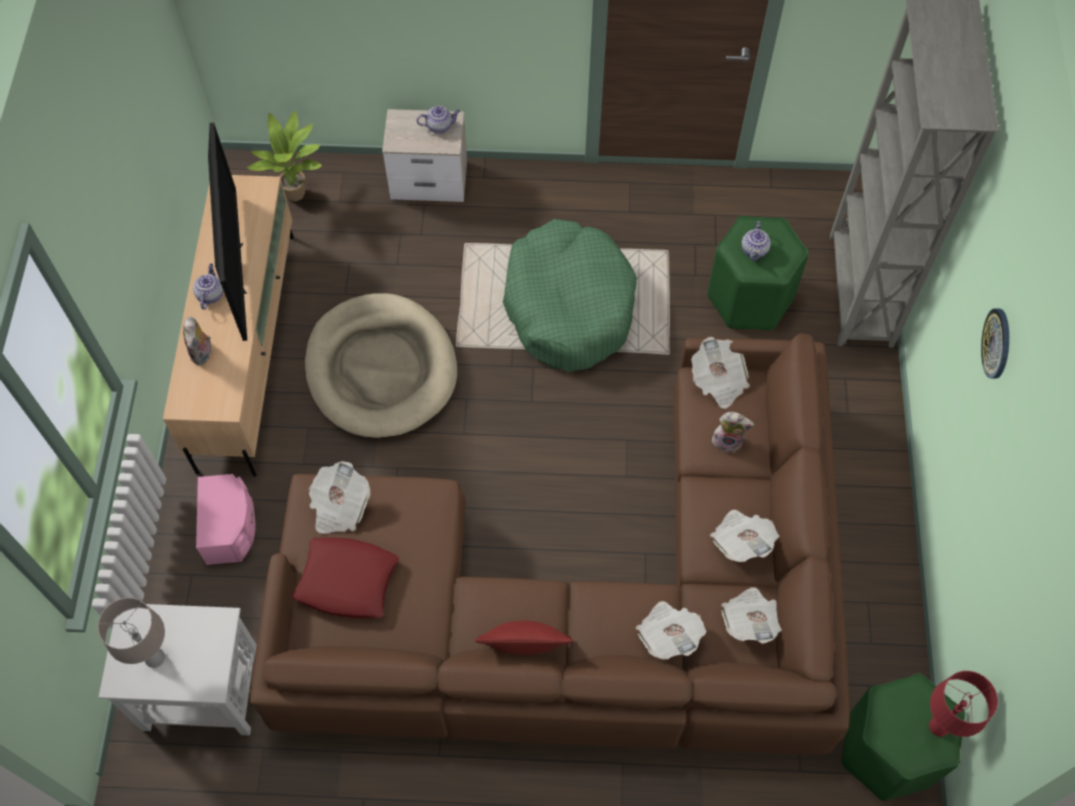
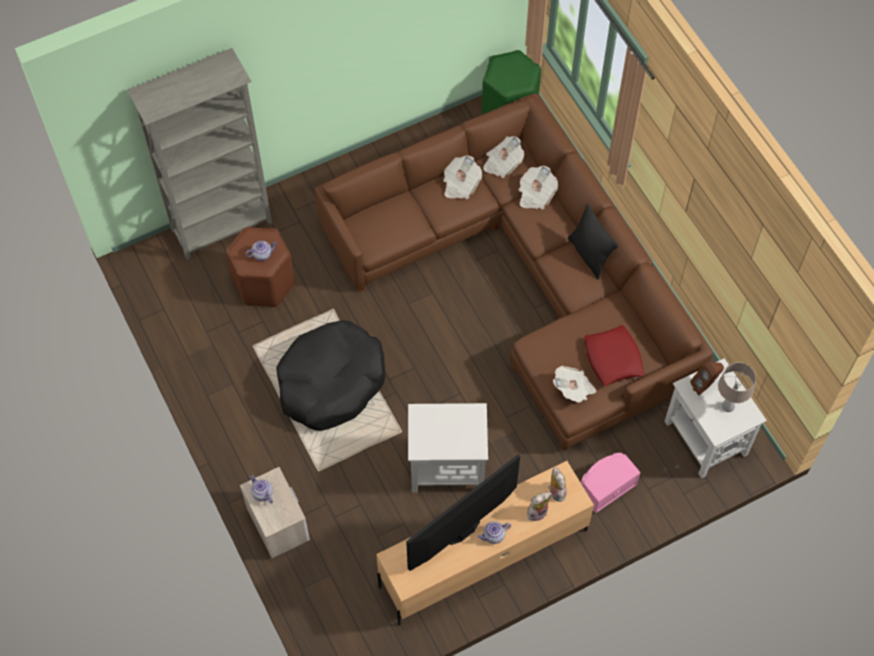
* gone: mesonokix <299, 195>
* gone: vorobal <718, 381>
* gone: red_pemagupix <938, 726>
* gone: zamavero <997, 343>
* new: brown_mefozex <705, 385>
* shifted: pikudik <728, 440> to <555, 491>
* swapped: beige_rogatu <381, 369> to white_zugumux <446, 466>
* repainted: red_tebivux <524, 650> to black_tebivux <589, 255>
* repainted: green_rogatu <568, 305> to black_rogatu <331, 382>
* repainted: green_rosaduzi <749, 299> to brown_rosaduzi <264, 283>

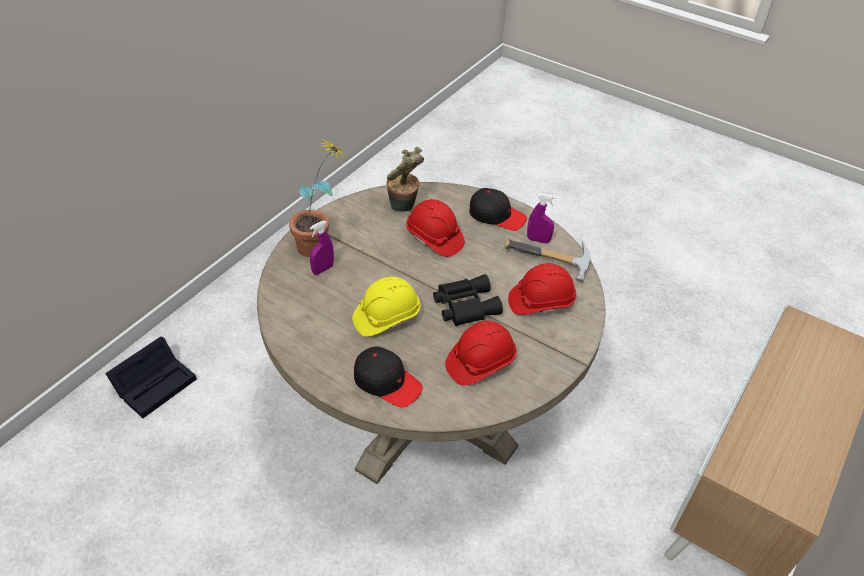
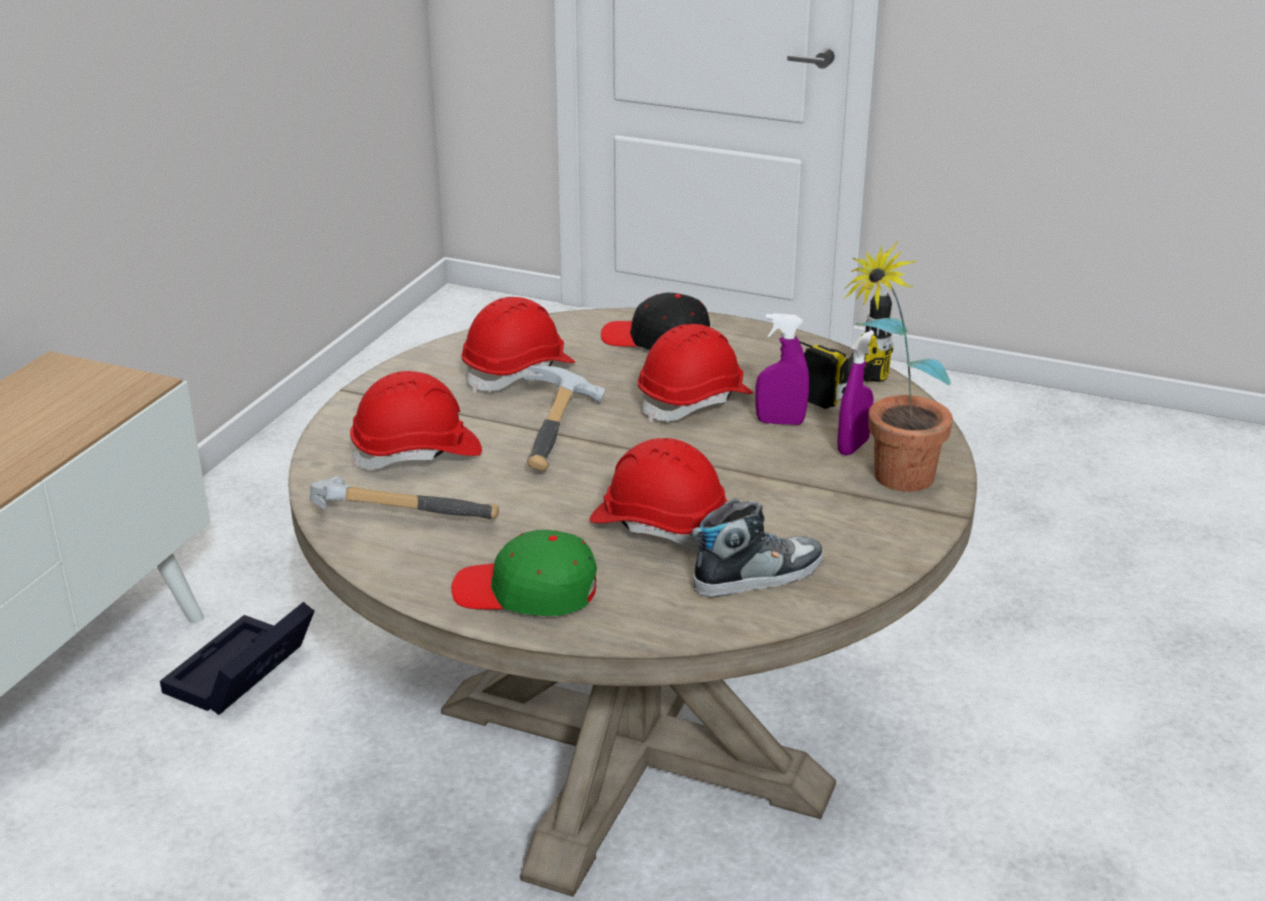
* new: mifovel <817, 379>
* shifted: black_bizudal <156, 383> to <240, 675>
* shifted: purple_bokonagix <538, 240> to <780, 422>
* swapped: mesonokix <403, 208> to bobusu <757, 575>
* swapped: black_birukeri <464, 305> to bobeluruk <562, 432>
* repainted: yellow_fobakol <386, 317> to red_fobakol <695, 401>
* repainted: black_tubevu <496, 215> to green_tubevu <526, 592>

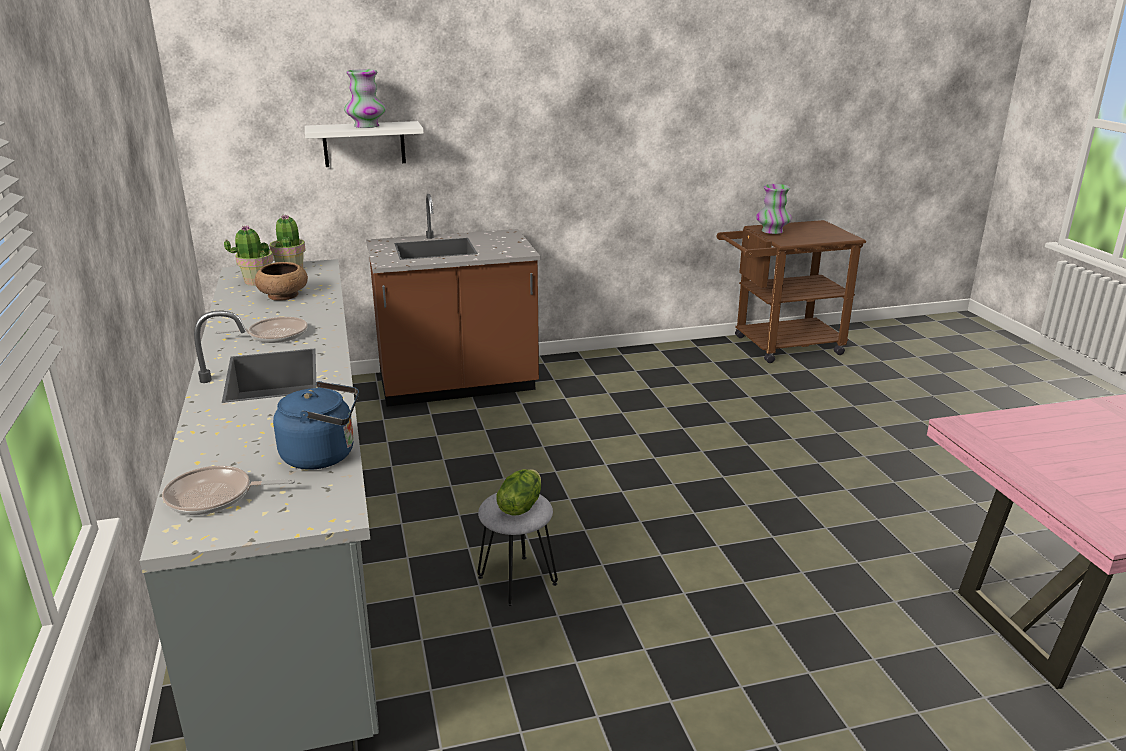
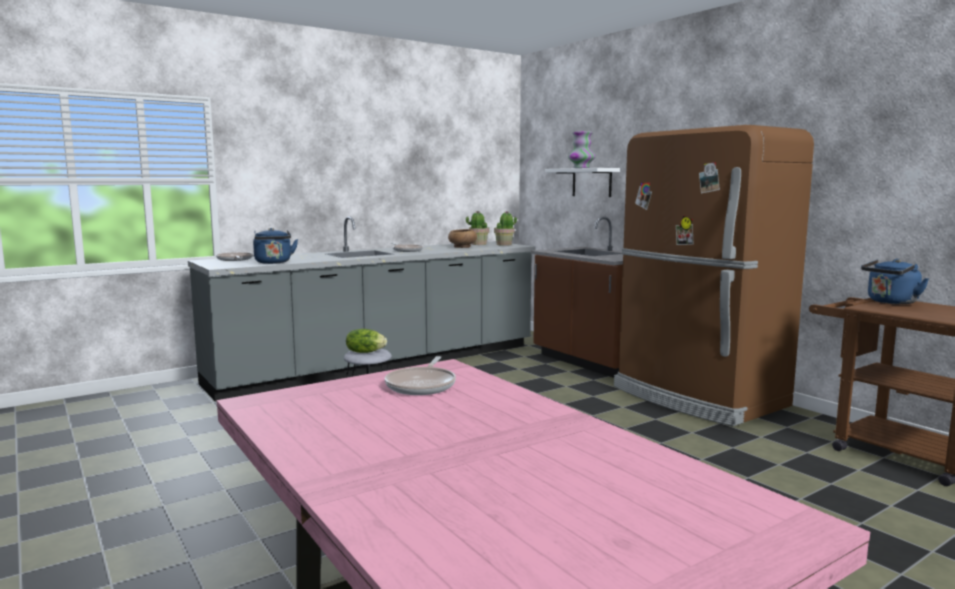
* new: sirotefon <422, 385>
* new: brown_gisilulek <698, 397>
* swapped: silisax <772, 231> to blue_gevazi <890, 302>

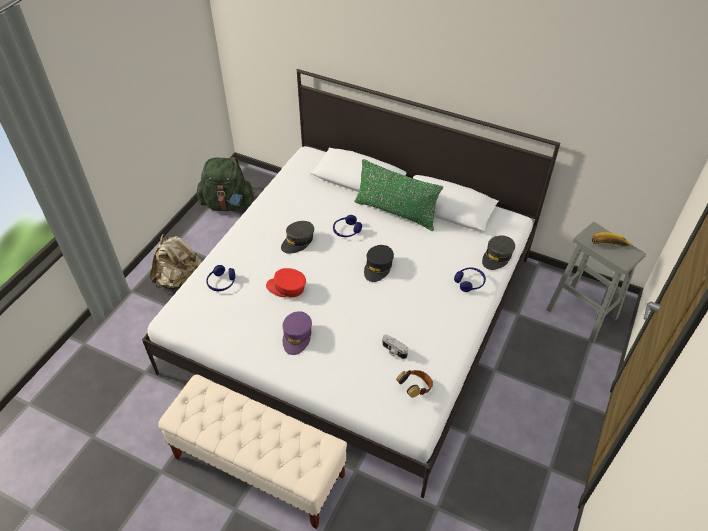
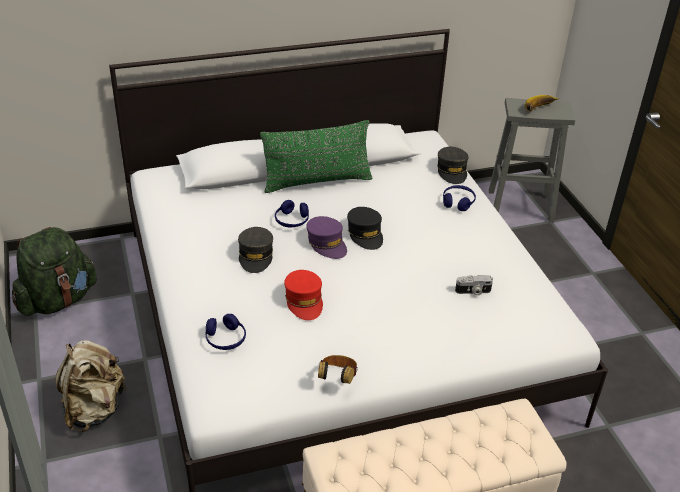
* shifted: purple_tubevu <297, 336> to <327, 243>
* shifted: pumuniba <415, 388> to <337, 379>
* rotated: red_tubevu <286, 287> = <304, 301> 75 degrees counterclockwise

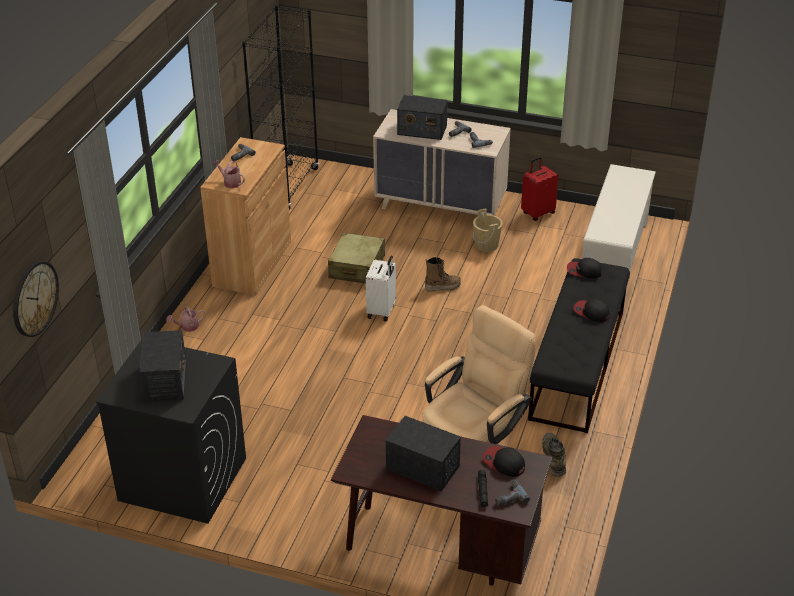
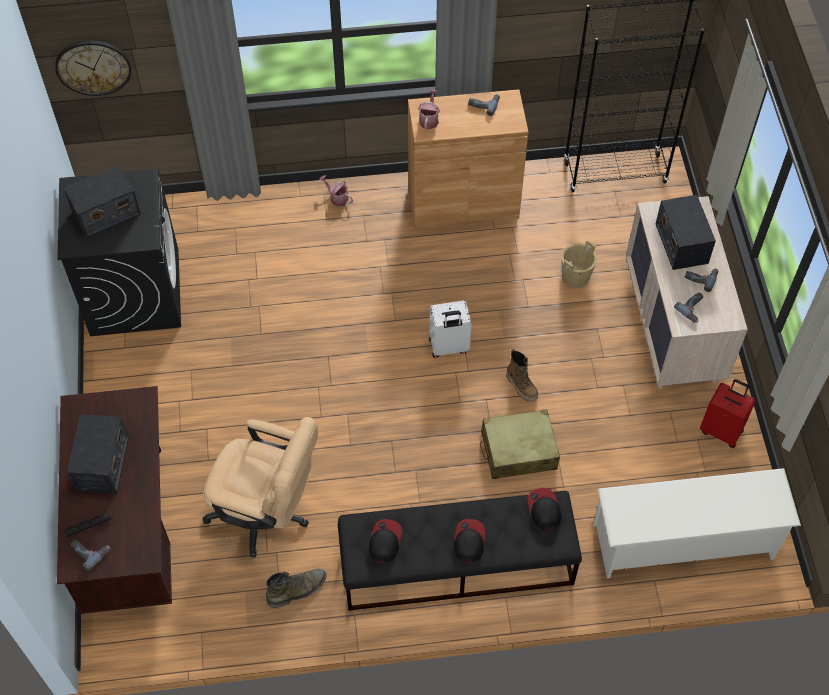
* shifted: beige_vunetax <356, 267> to <518, 450>
* shifted: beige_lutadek <486, 245> to <575, 276>
* shifted: tubevu <503, 463> to <385, 541>

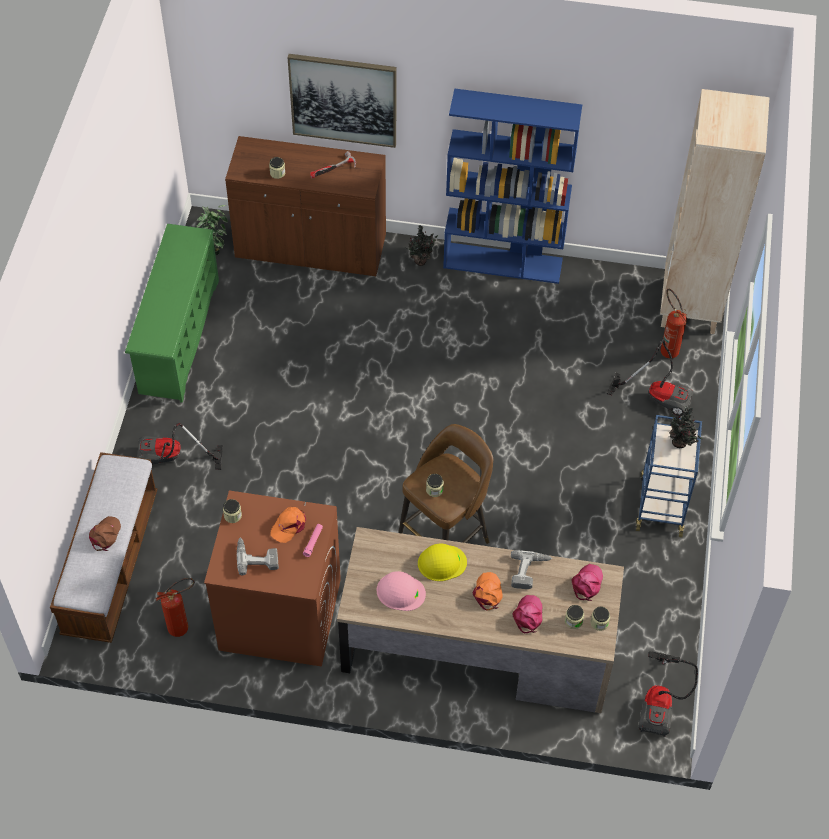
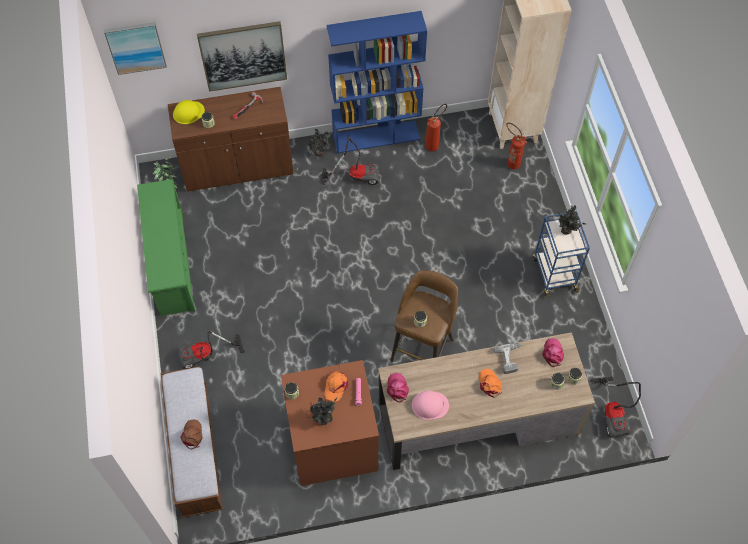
* new: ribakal <136, 47>
* shifted: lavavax <183, 626> to <434, 144>
* shifted: yellow_fobakol <441, 562> to <188, 112>
* shifted: pink_tubevu <528, 615> to <397, 388>
* shifted: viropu <658, 396> to <356, 175>
* swapped: mifovel <257, 557> to mesonokix <323, 418>

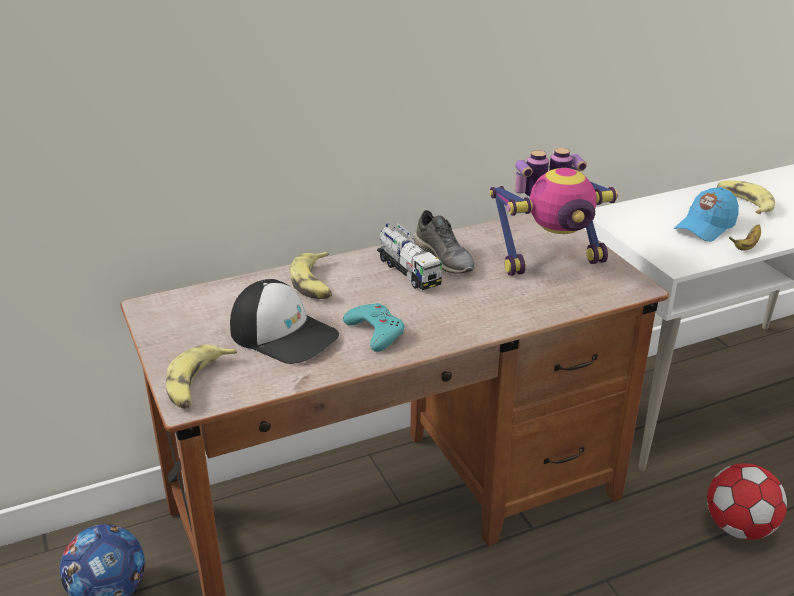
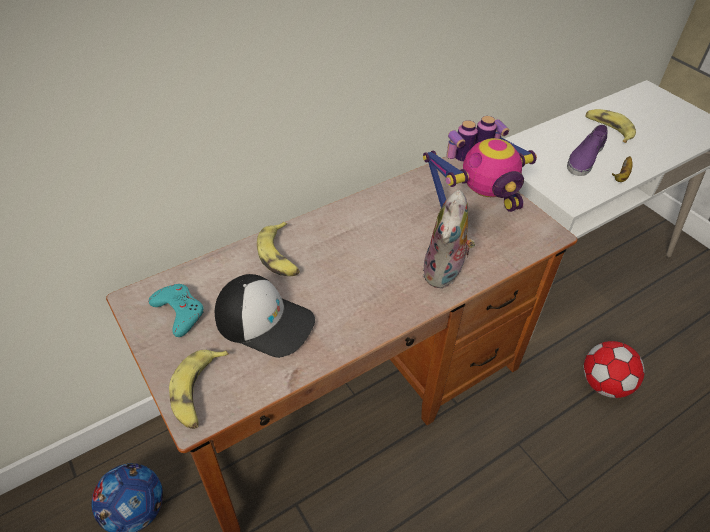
* gone: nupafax <408, 271>
* gone: grey_bobusu <445, 258>
* new: pikudik <444, 273>
* shifted: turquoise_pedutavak <375, 331> to <179, 312>
* swapped: blue_tubevu <705, 227> to purple_bobusu <585, 158>

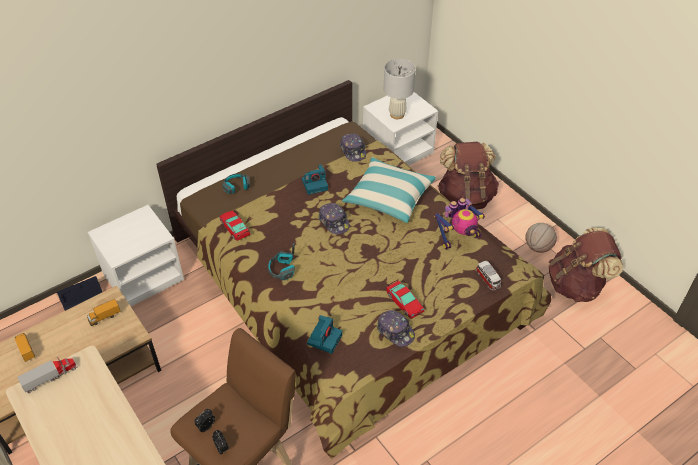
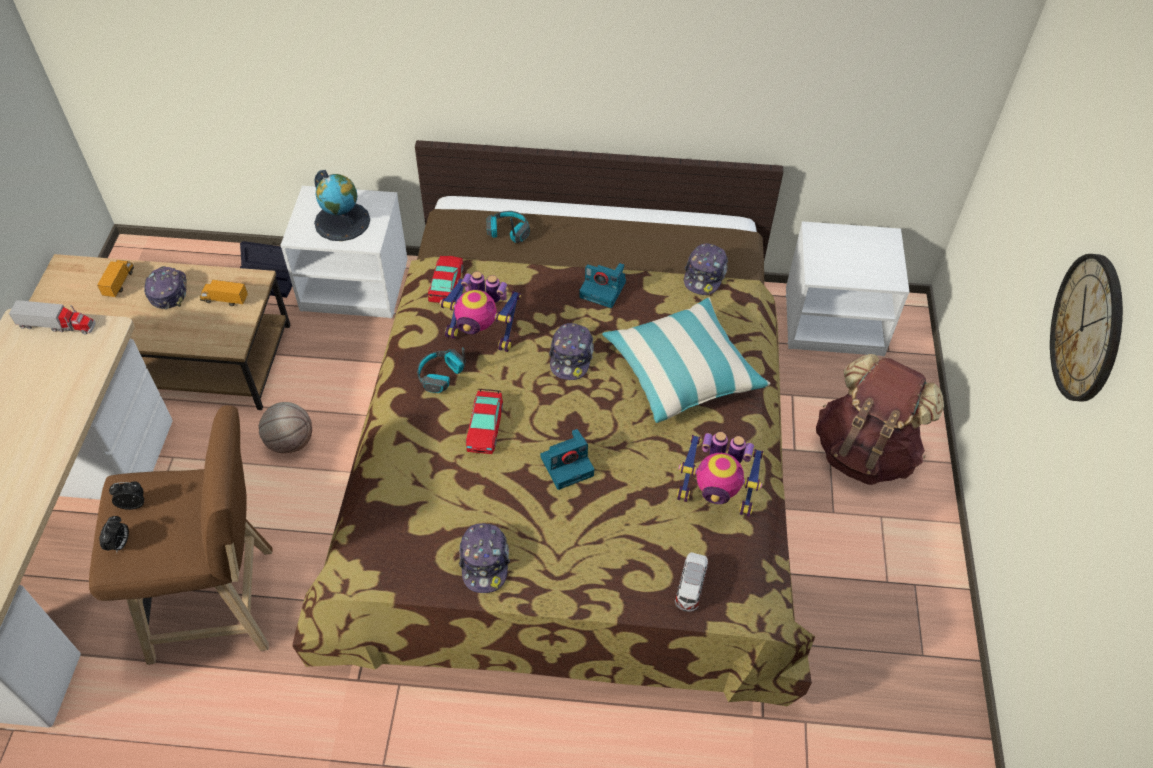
* gone: white_pemagupix <397, 115>
* gone: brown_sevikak <576, 285>
* new: tubevu <168, 291>
* new: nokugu <342, 221>
* new: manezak <482, 335>
* new: zamavero <1088, 328>
* shifted: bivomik <324, 338> to <568, 465>
* shifted: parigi <404, 302> to <484, 426>
* shifted: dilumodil <538, 247> to <290, 442>

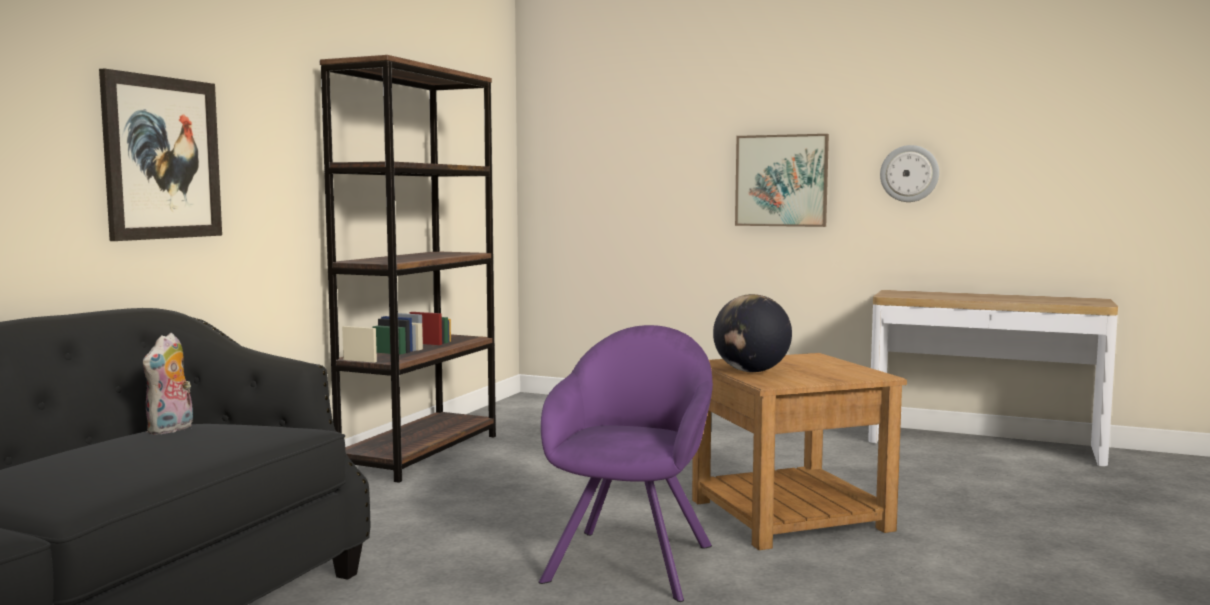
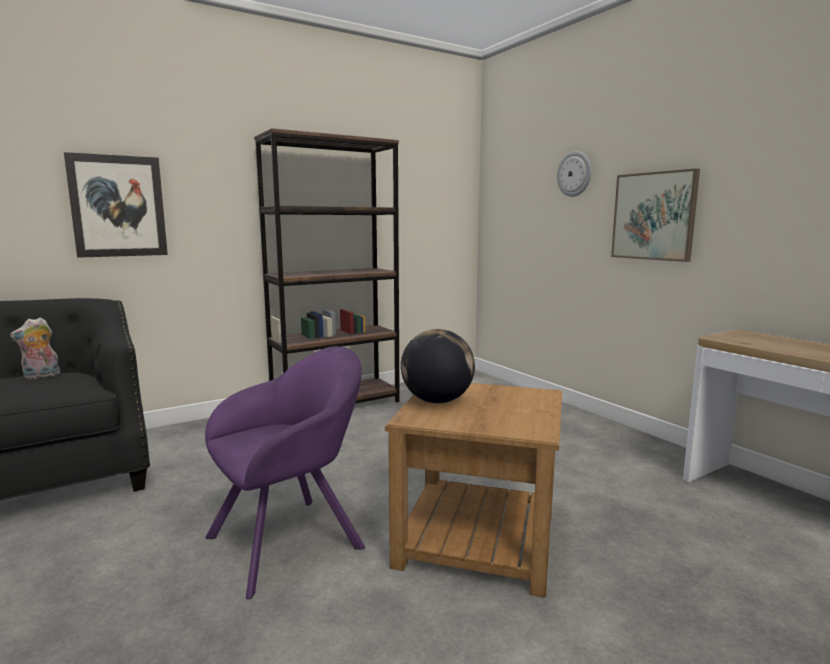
* shifted: zamavero <909, 173> to <574, 174>

